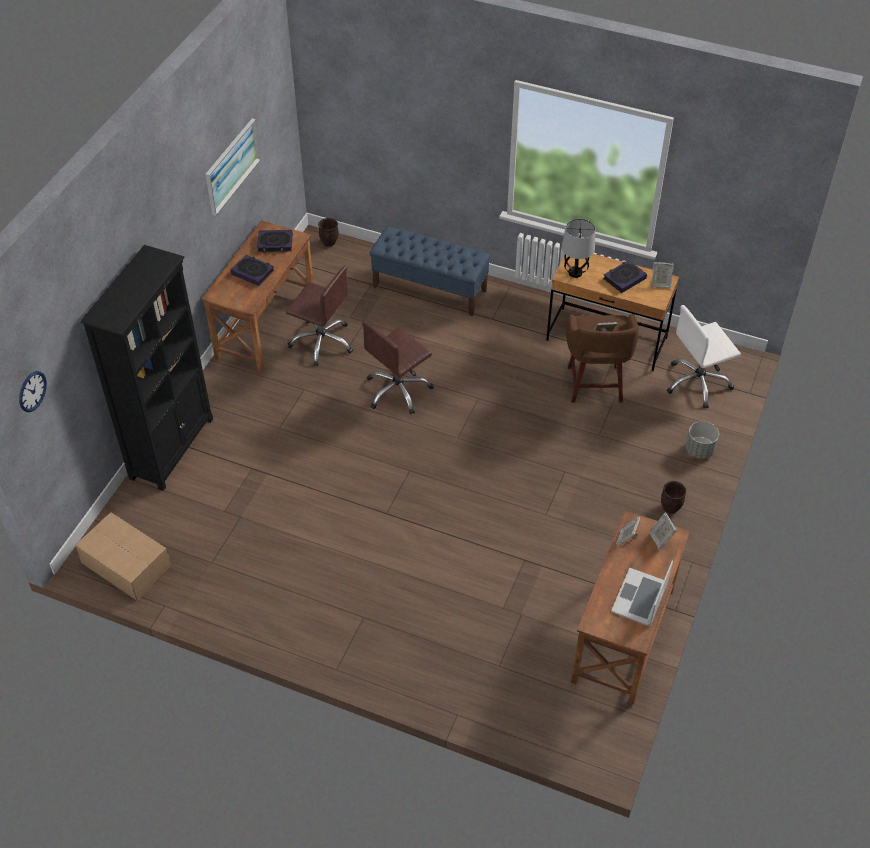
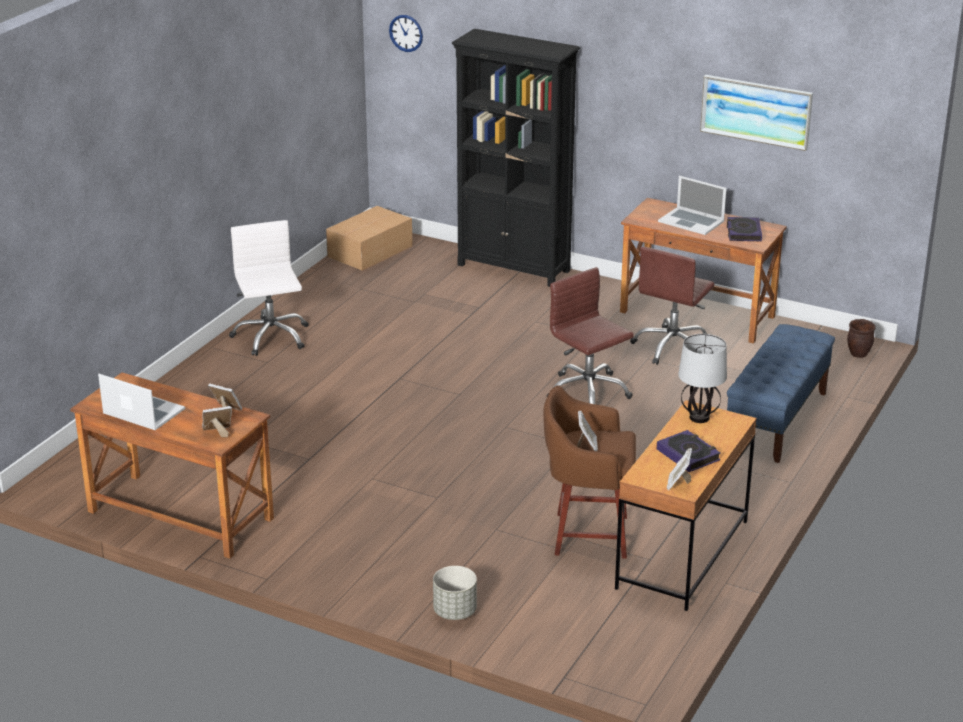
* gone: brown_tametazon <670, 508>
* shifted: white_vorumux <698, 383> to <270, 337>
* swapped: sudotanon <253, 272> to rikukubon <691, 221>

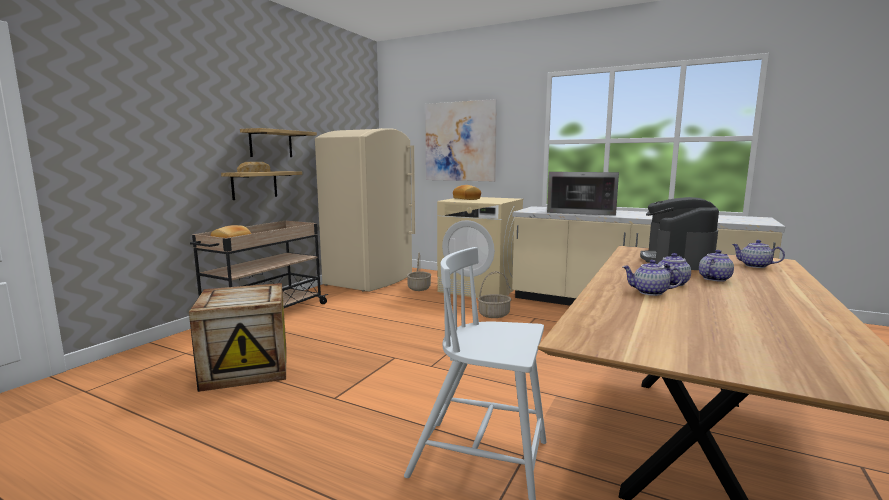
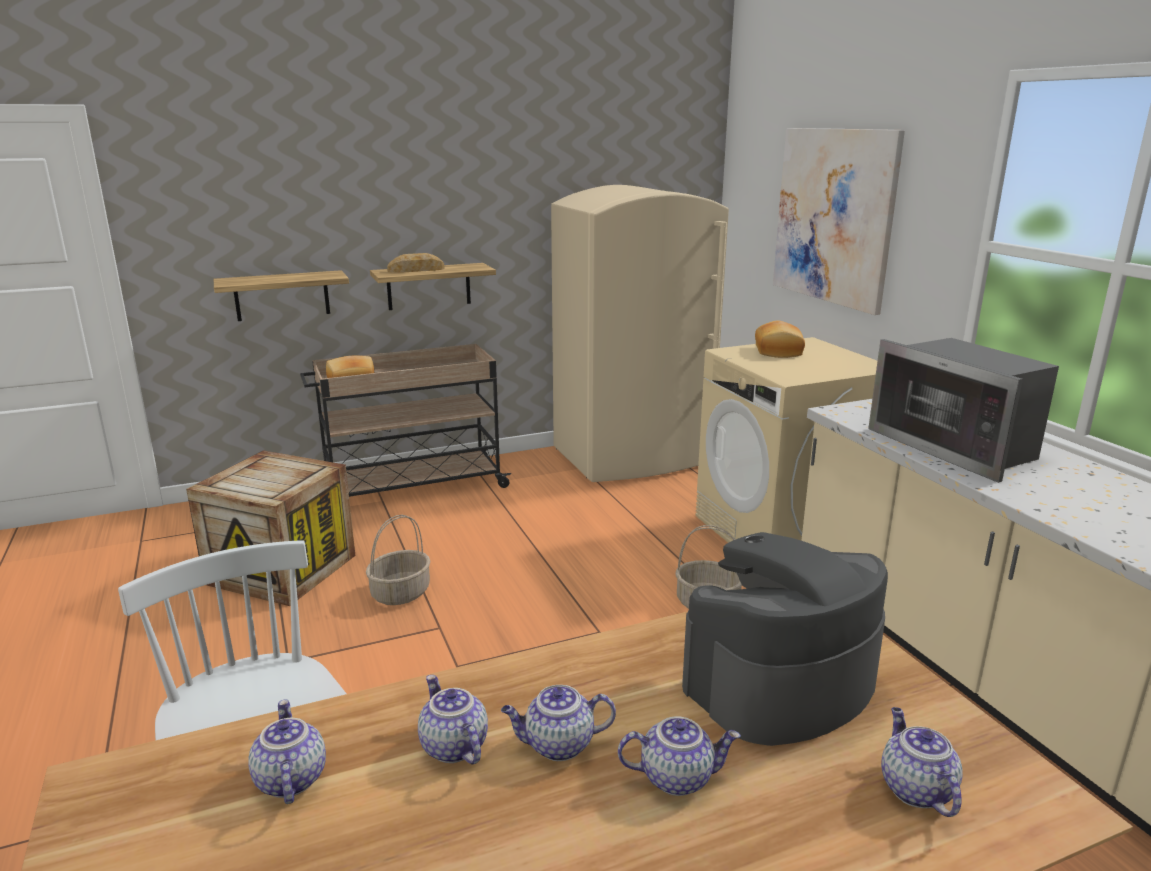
* new: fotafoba <289, 779>
* shifted: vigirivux <271, 144> to <282, 295>
* shifted: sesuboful <418, 288> to <401, 593>

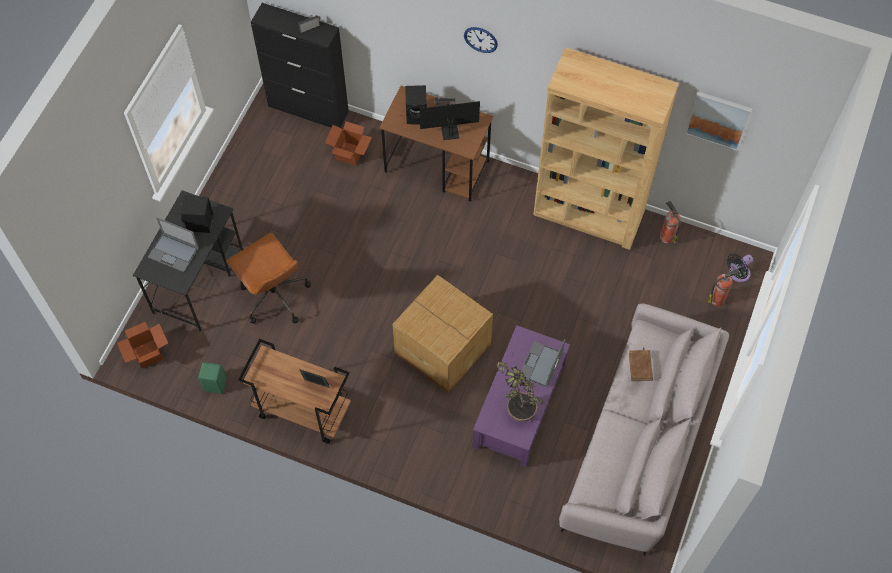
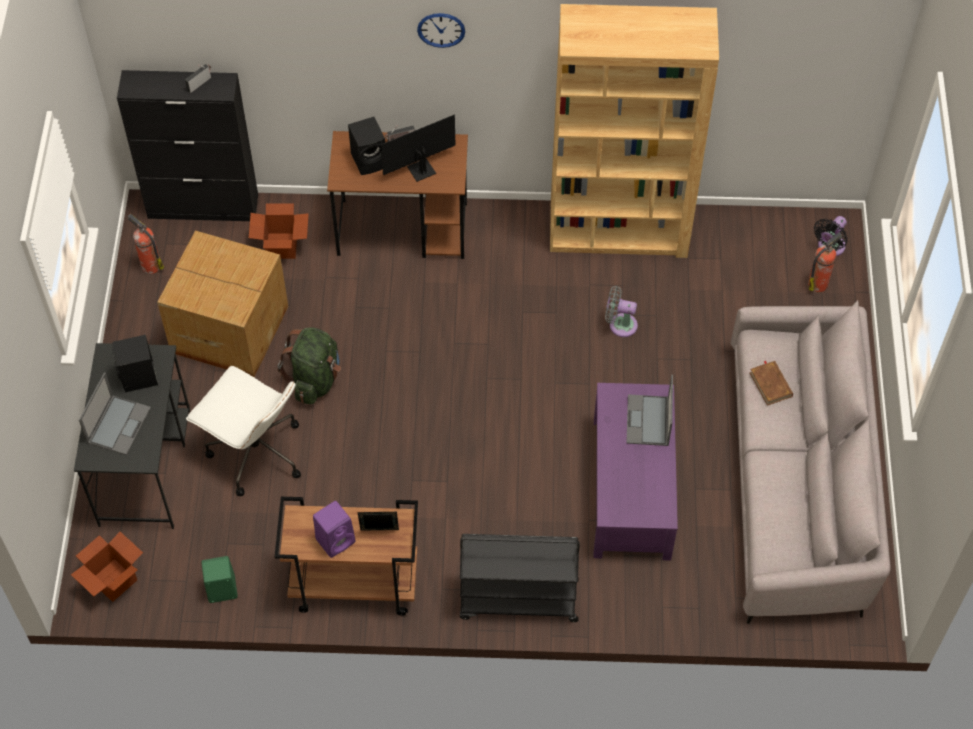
* gone: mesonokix <516, 408>
* gone: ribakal <718, 119>
* new: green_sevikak <315, 379>
* new: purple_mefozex <336, 539>
* new: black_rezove <517, 600>
* new: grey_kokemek <620, 324>
* shifted: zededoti <442, 347> to <229, 327>
* shifted: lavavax <666, 236> to <150, 265>
* repainted: brown_vorumux <274, 296> to white_vorumux <255, 453>
* rotated: rikukubon <174, 252> = <119, 424> 75 degrees counterclockwise

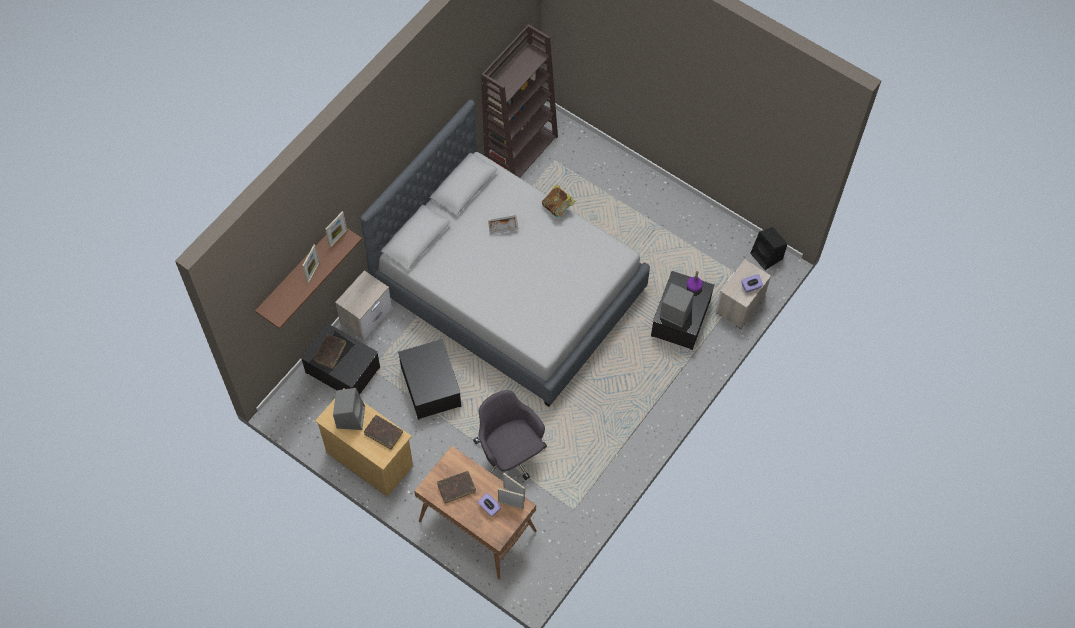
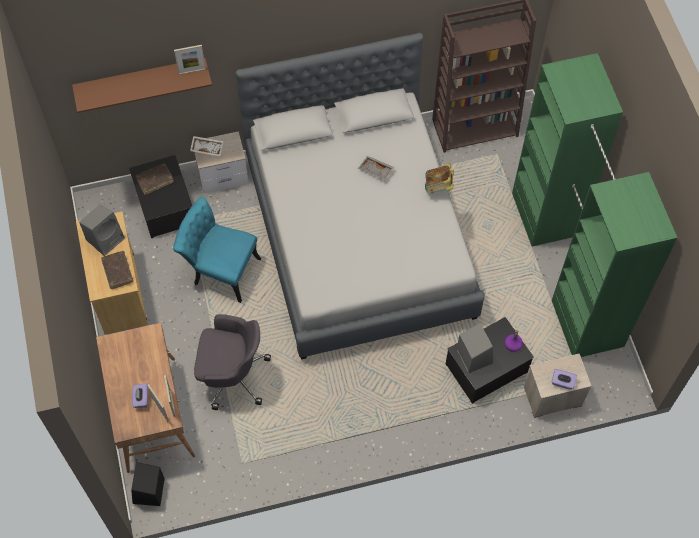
* gone: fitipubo <313, 272>
* gone: brown_sudotanon <456, 488>
* new: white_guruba <207, 148>
* new: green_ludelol <566, 268>
* shifted: black_mefozex <767, 256> to <148, 492>
* swapped: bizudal <430, 386> to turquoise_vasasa <220, 270>
* rotated: grey_vorumux <509, 455> = <232, 375> 90 degrees clockwise

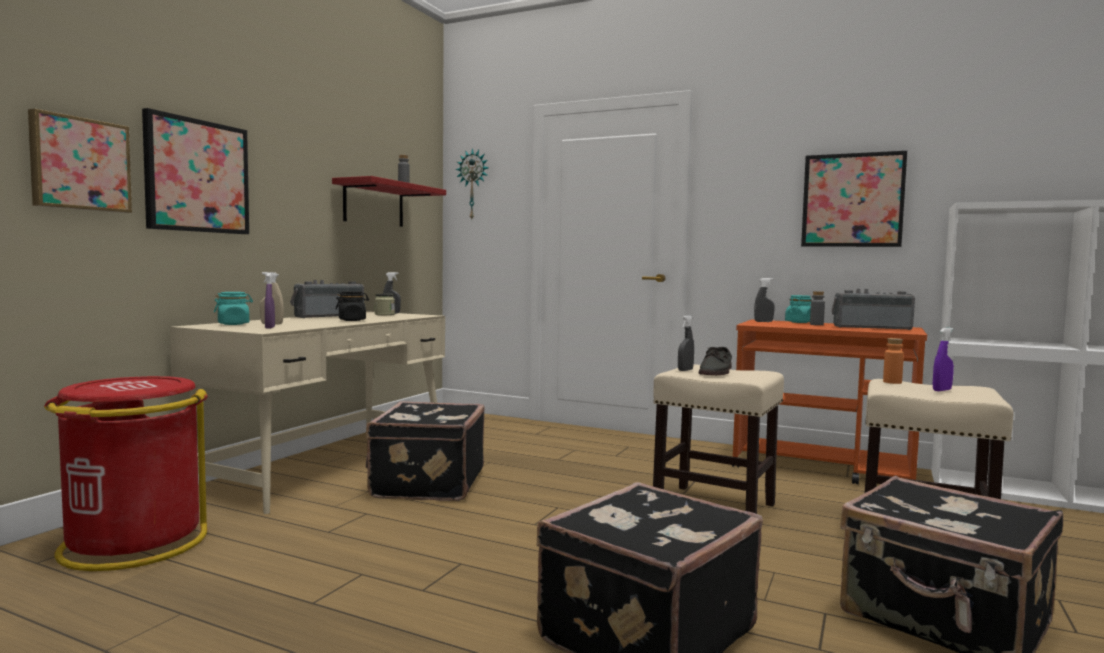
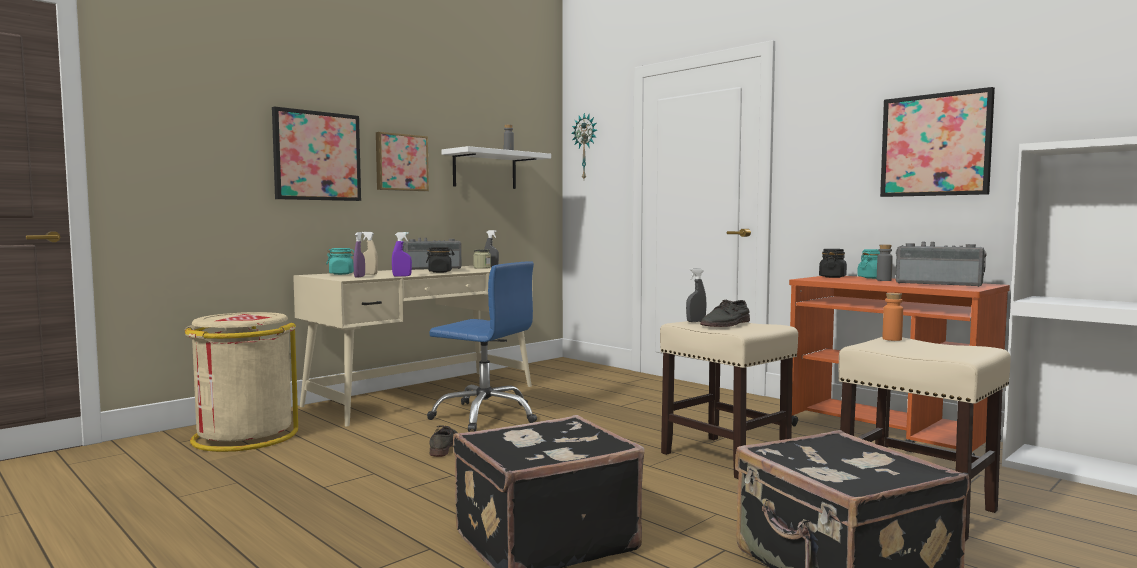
* new: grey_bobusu <443, 446>
* shifted: ribakal <79, 164> to <401, 162>
* shifted: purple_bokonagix <942, 390> to <402, 276>
* swapped: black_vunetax <426, 484> to blue_vorumux <485, 416>
* swapped: grey_bokonagix <763, 321> to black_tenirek <832, 277>
* repainted: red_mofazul <133, 544> to beige_mofazul <244, 437>
* repainted: red_vigirivux <374, 204> to white_vigirivux <485, 170>

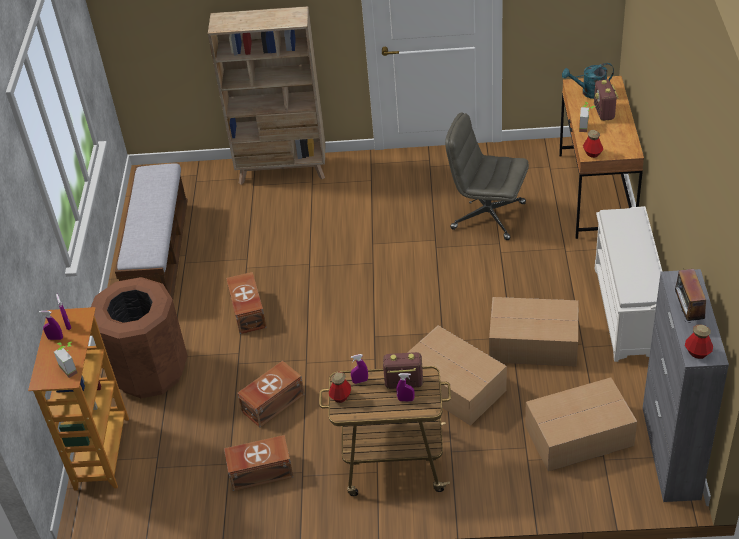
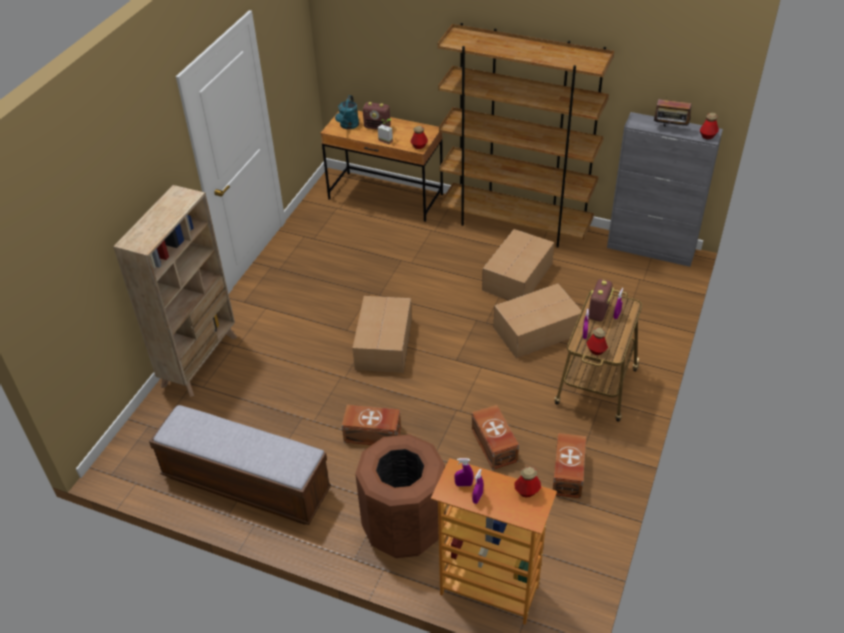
* gone: grey_vorumux <487, 216>
* shifted: zededoti <577, 435> to <383, 345>
* swapped: mesonokix <72, 367> to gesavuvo <527, 491>
* swapped: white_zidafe <627, 312> to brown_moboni <516, 224>

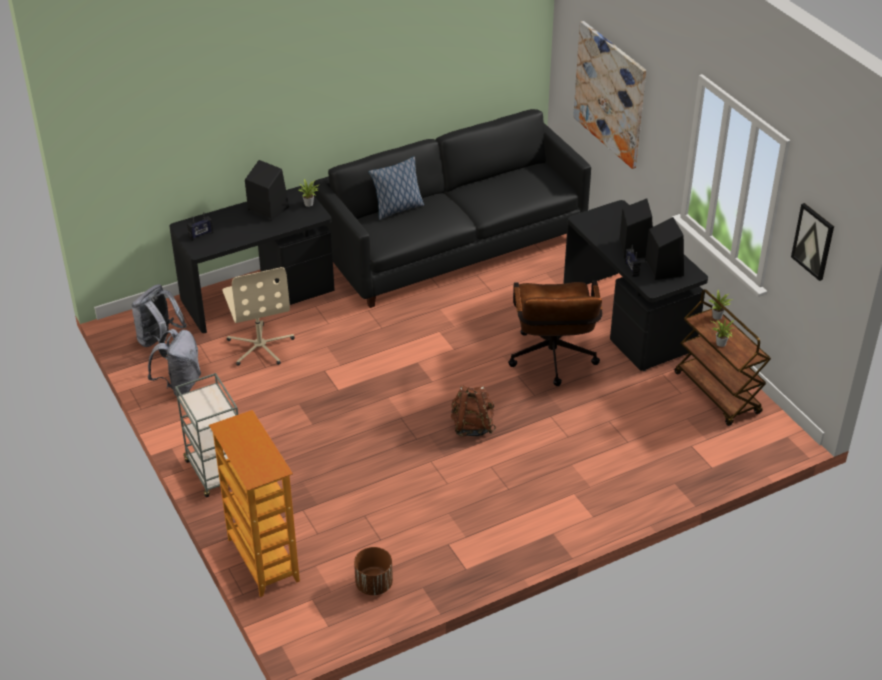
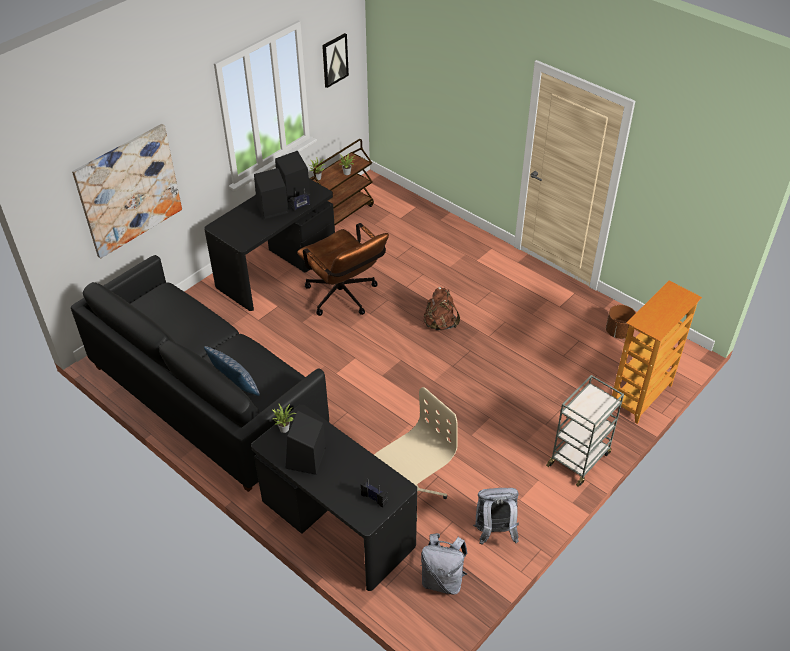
* rotated: brown_vorumux <552, 362> = <345, 298> 75 degrees clockwise

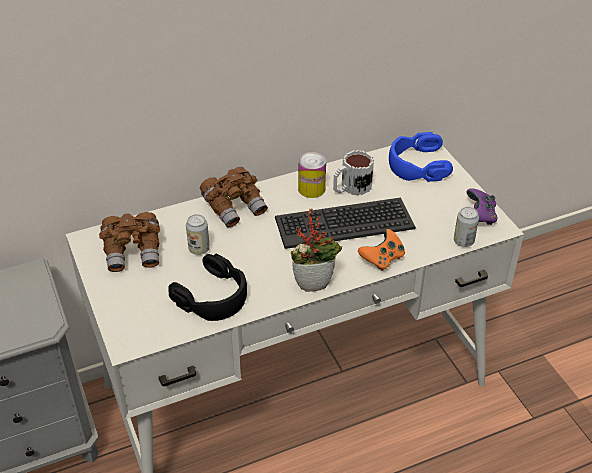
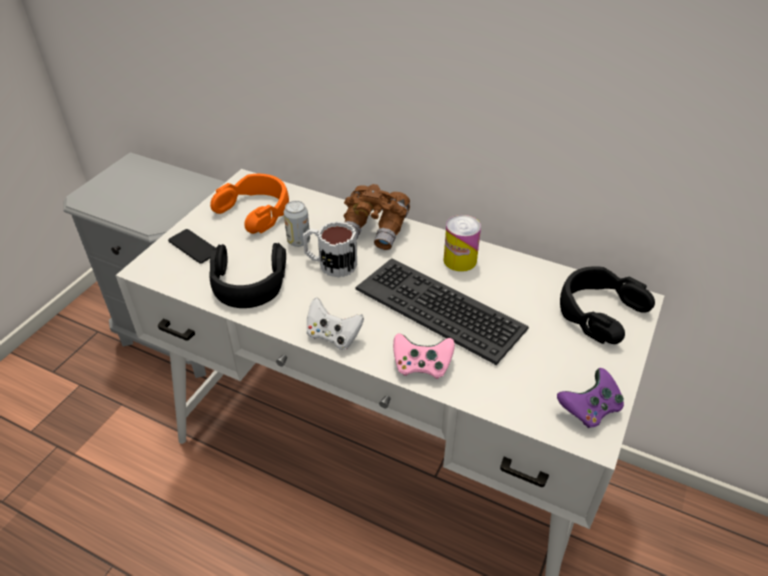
* gone: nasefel <463, 241>
* new: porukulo <194, 247>
* shifted: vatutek <351, 188> to <330, 263>
* swapped: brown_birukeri <134, 252> to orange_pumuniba <256, 210>
* swapped: mesonokix <315, 283> to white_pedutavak <333, 336>
* repainted: orange_pedutavak <382, 259> to pink_pedutavak <421, 366>
* repainted: blue_pumuniba <417, 165> to black_pumuniba <598, 311>

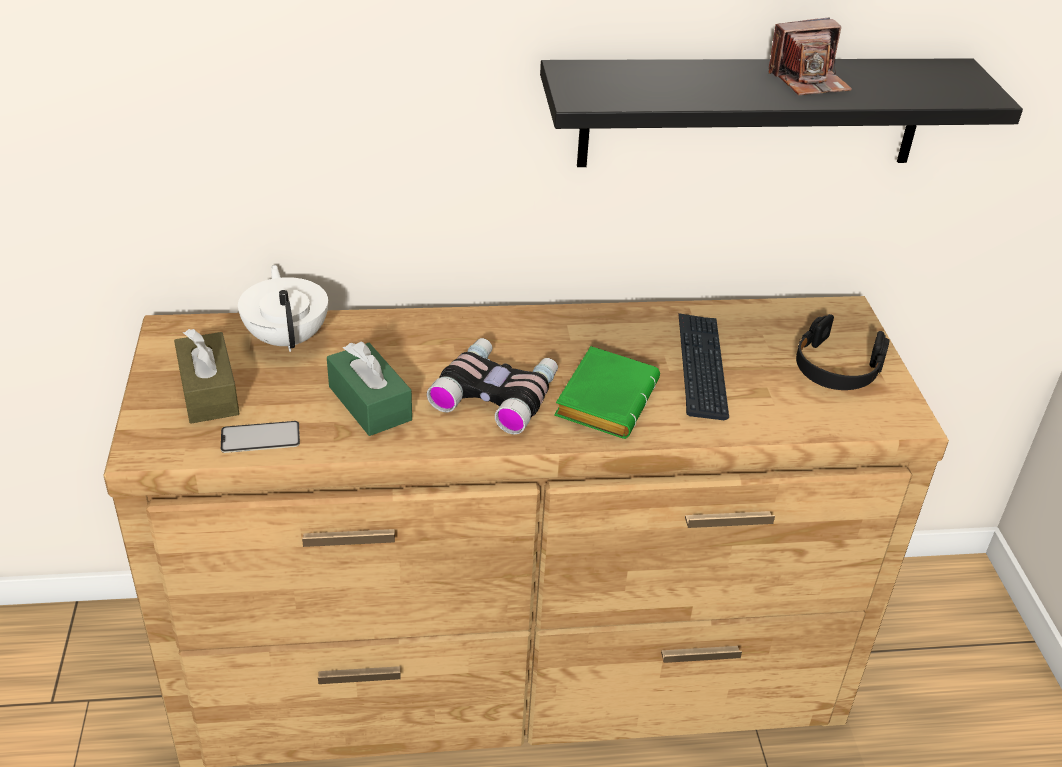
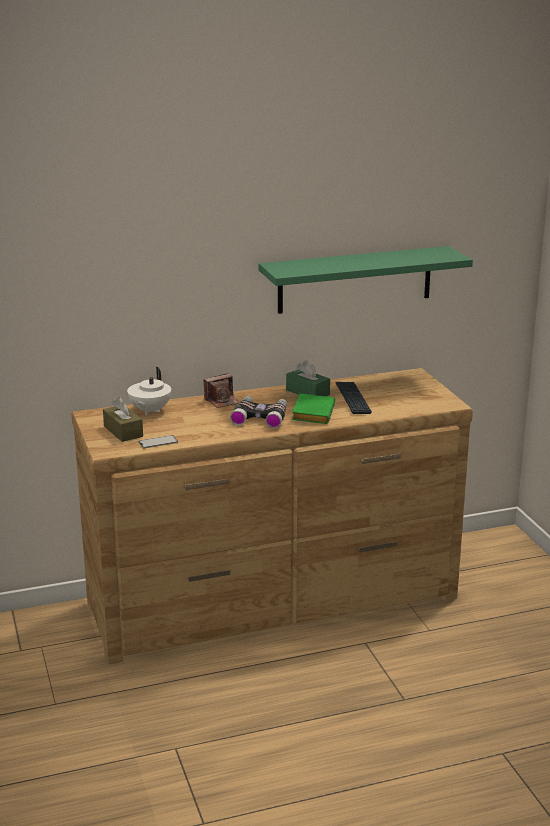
* gone: black_pumuniba <836, 367>
* shifted: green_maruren <370, 403> to <307, 392>
* shifted: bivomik <809, 81> to <222, 401>
* repainted: black_vigirivux <752, 112> to green_vigirivux <355, 279>
* rotated: white_fotafoba <288, 338> = <149, 411> 135 degrees counterclockwise

